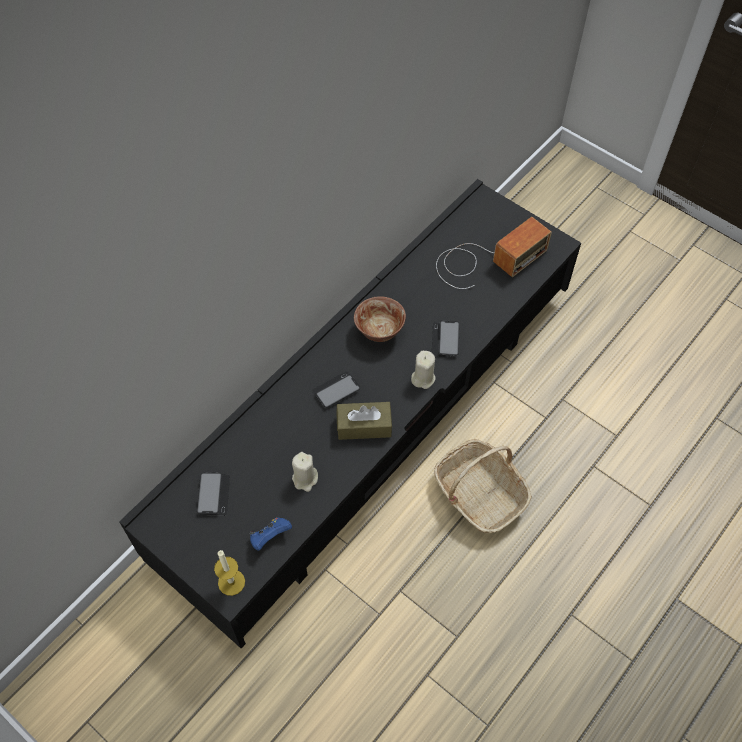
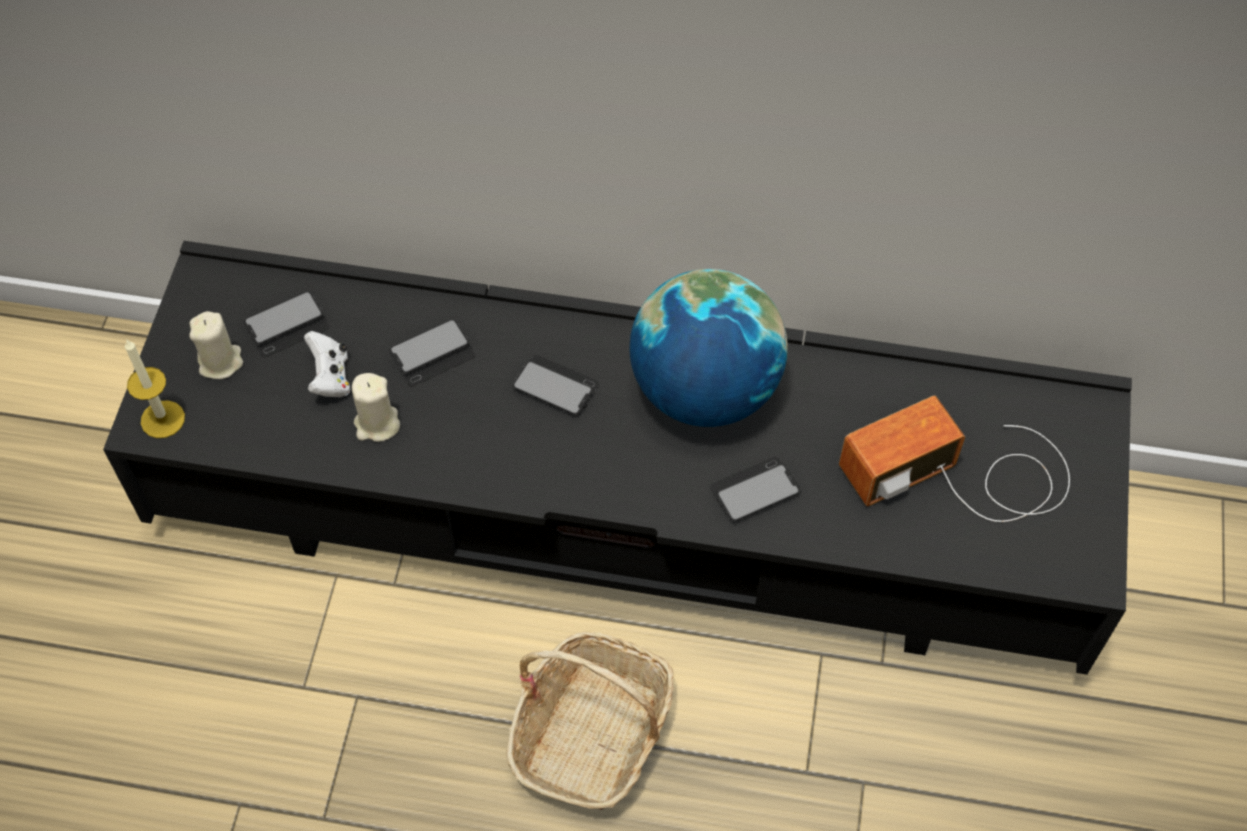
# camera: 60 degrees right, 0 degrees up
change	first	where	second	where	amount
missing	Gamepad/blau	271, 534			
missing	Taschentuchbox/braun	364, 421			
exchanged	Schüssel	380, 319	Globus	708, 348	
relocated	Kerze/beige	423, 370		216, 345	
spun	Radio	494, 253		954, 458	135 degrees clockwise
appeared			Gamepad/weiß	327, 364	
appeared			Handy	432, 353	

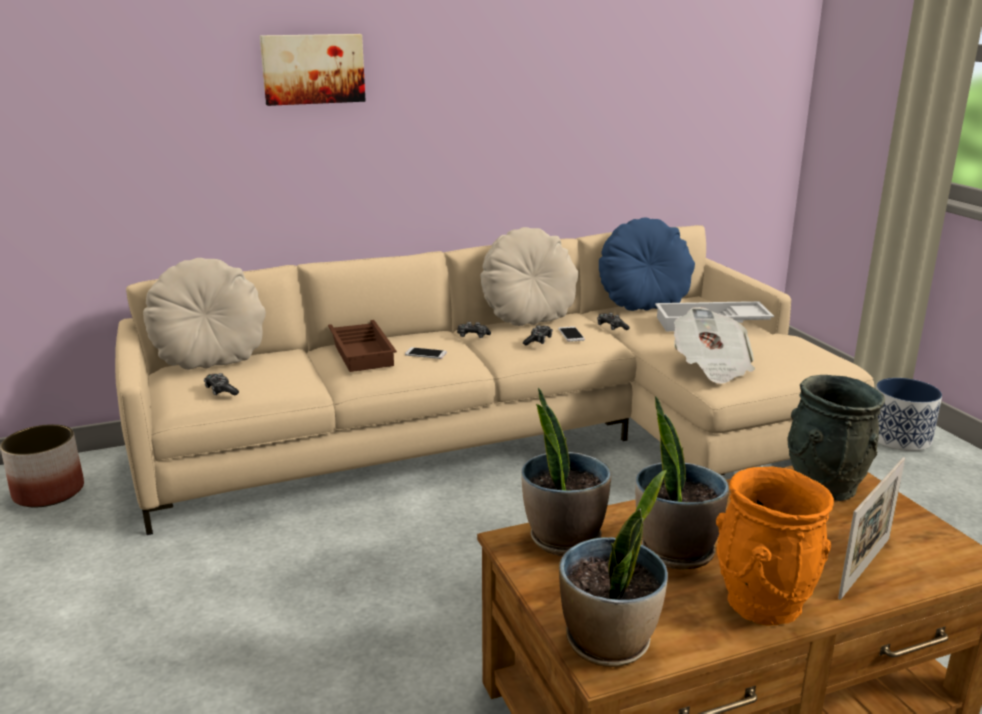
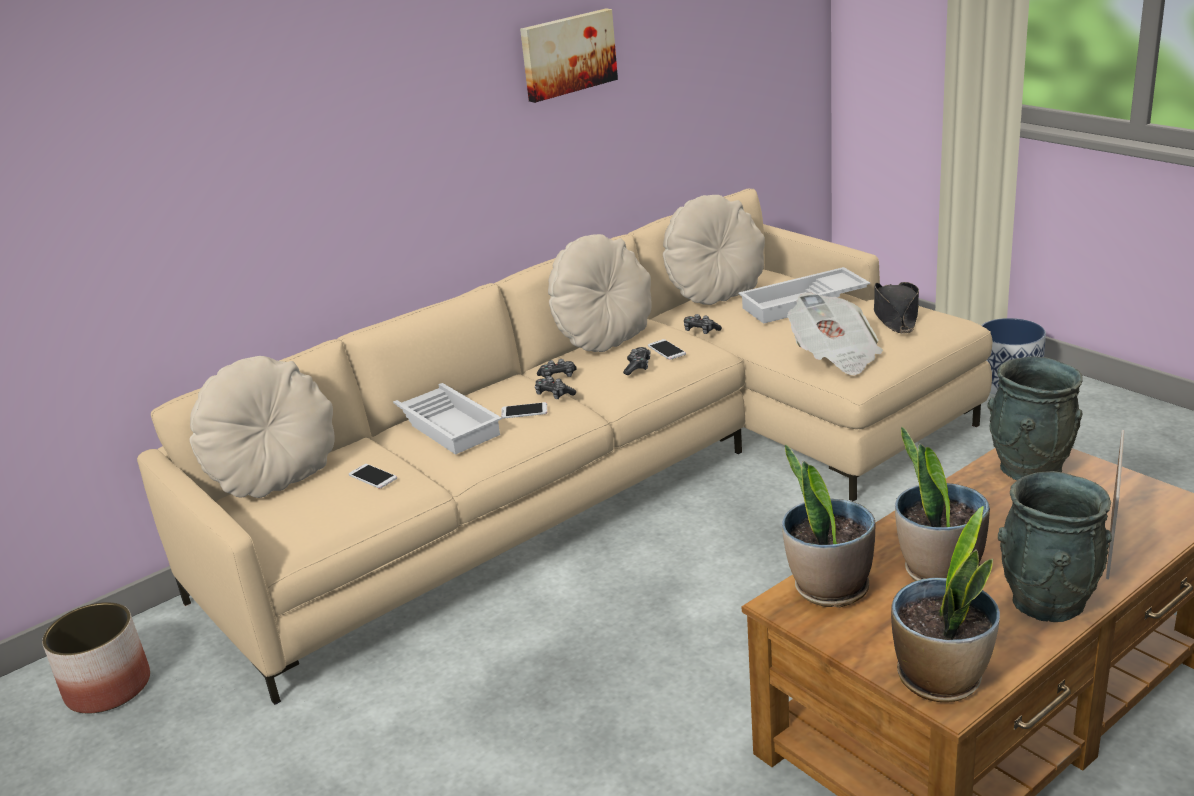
# camera: 15 degrees left, 5 degrees up
change	first	where	second	where	amount
relocated	Gamepad	221, 384		555, 387	
relocated	Bild	313, 70		569, 56	
colour	Tablett/braun	362, 346	Tablett/weiß	447, 419	
colour	Kissen/blau	647, 264	Kissen/beige	714, 250	
colour	Vase/orange	775, 546	Vase/grau	1055, 546	
appeared			Handy	373, 476	
appeared			Hut/schwarz	896, 307	

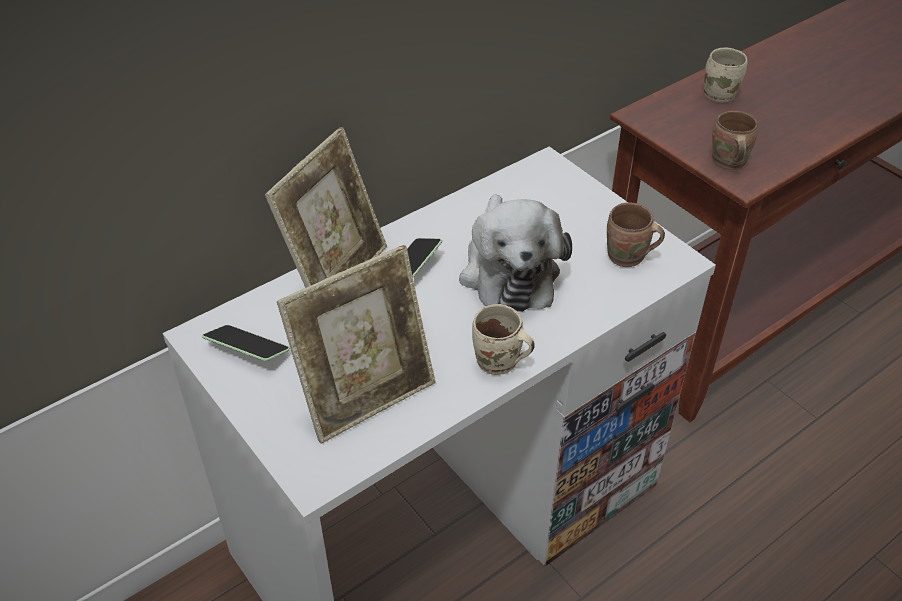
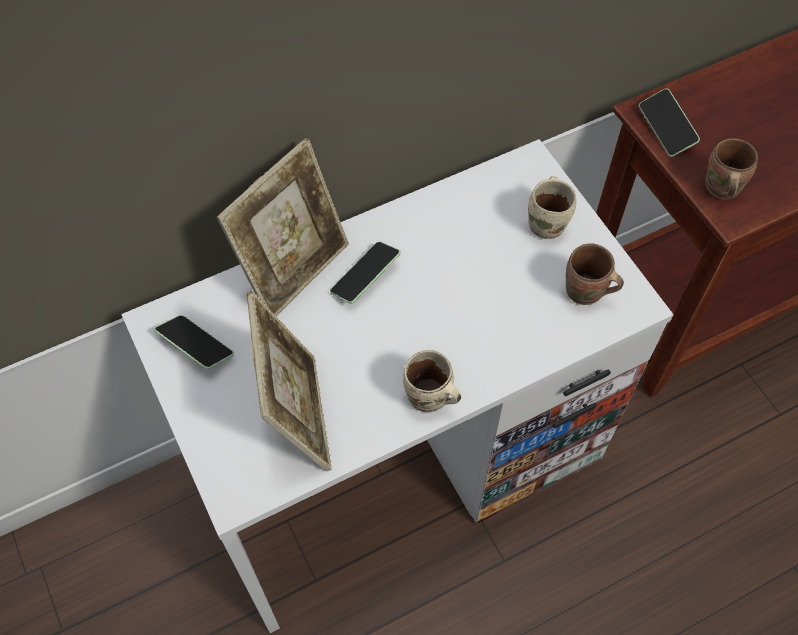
# camera: 10 degrees right, 15 degrees up
change	first	where	second	where	amount
spun	Bilderrahmen	356, 344		289, 381	75 degrees counterclockwise
missing	Plüschtier	515, 253			
relocated	Henkelbecher/beige	726, 75		552, 207	
appeared			Handy	669, 122	

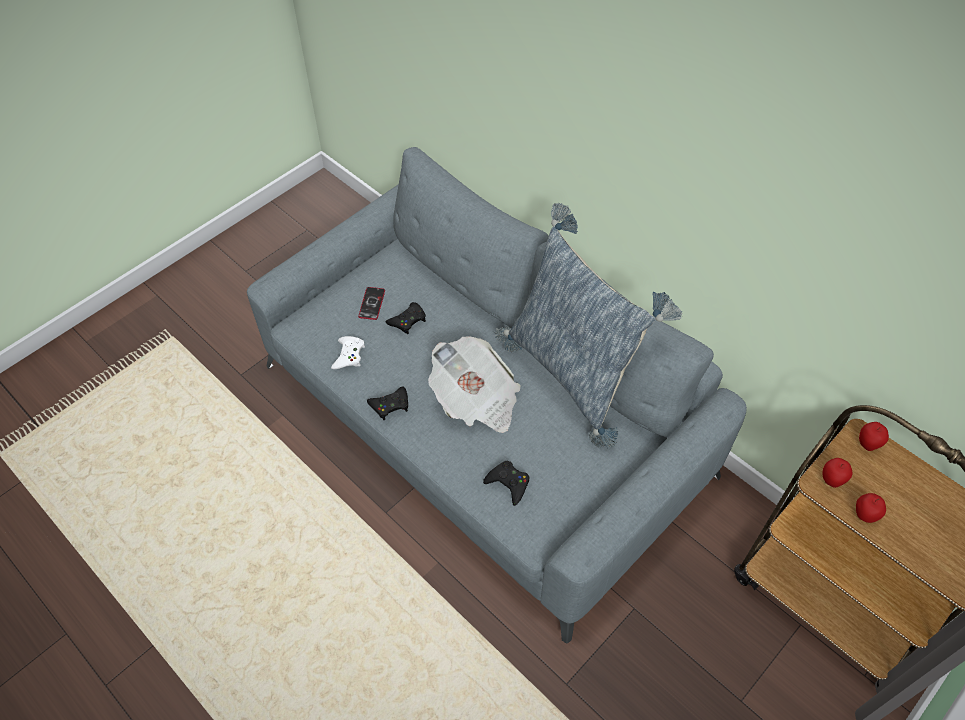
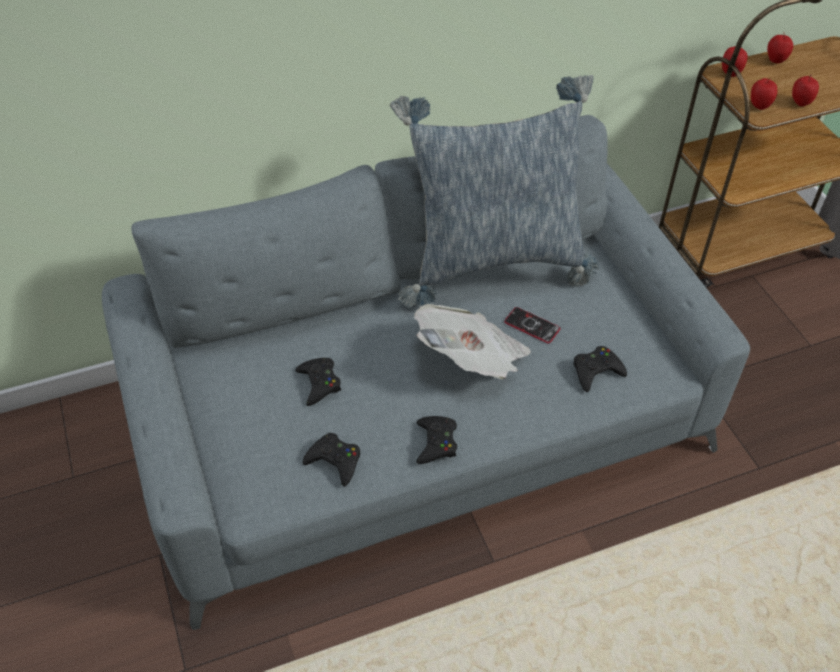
# camera: 65 degrees left, 5 degrees down
change	first	where	second	where	amount
colour	Gamepad/weiß	348, 352	Gamepad/schwarz	331, 460	
relocated	Handy	371, 303		532, 325	
appeared			Apfel	780, 47	

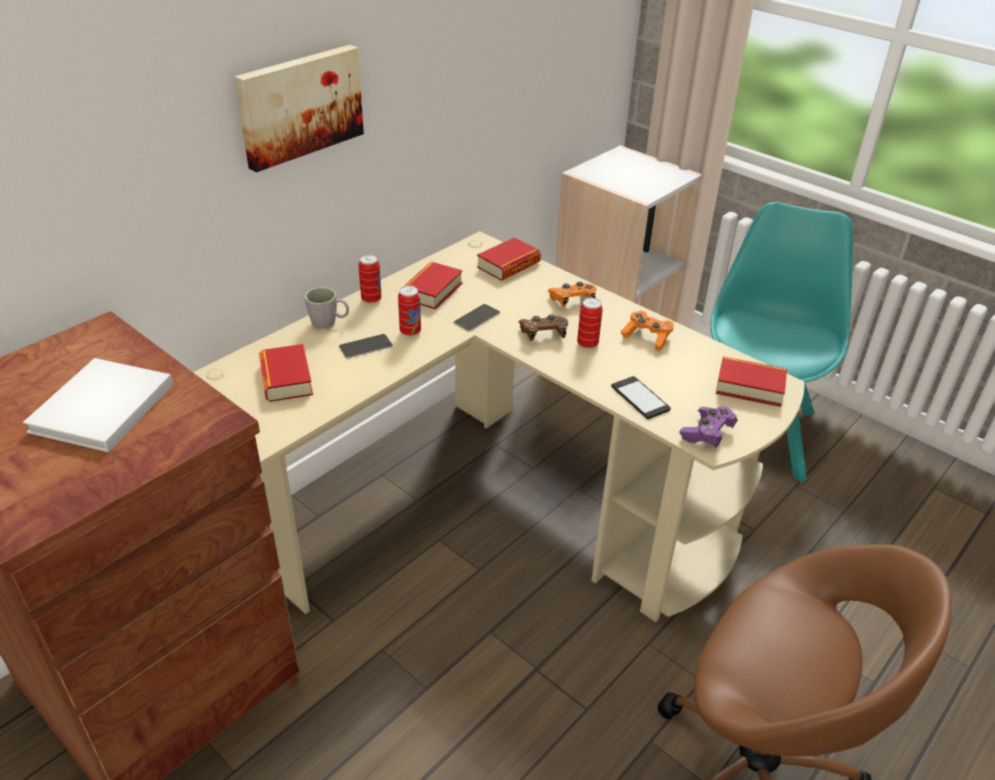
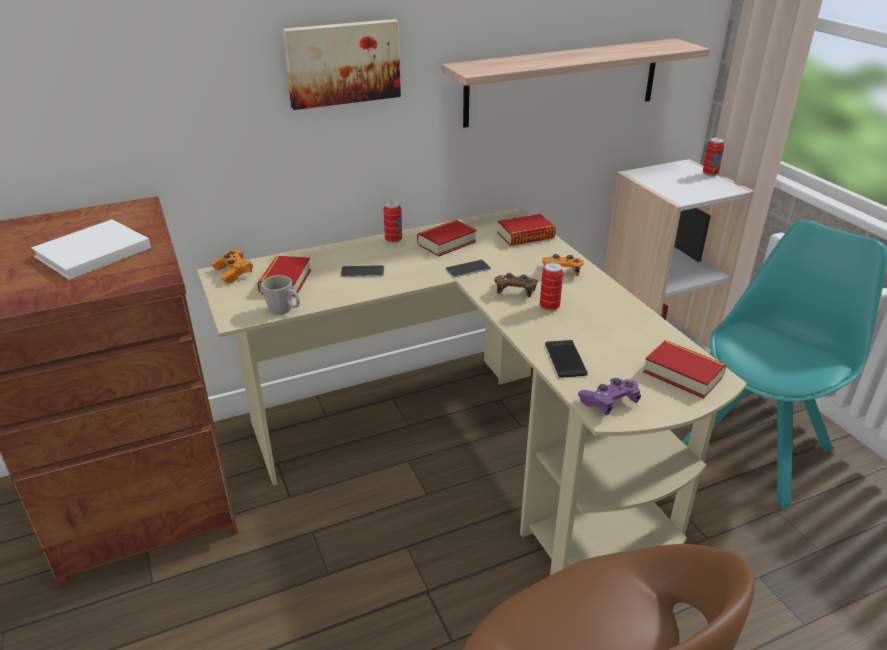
# camera: 25 degrees right, 5 degrees down
change	first	where	second	where	amount
relocated	Henkelbecher/grau	326, 308		280, 295	
relocated	Dose	409, 311		714, 157	
relocated	Gamepad/orange	647, 331		232, 267	
appeared			Wandregal	575, 83	

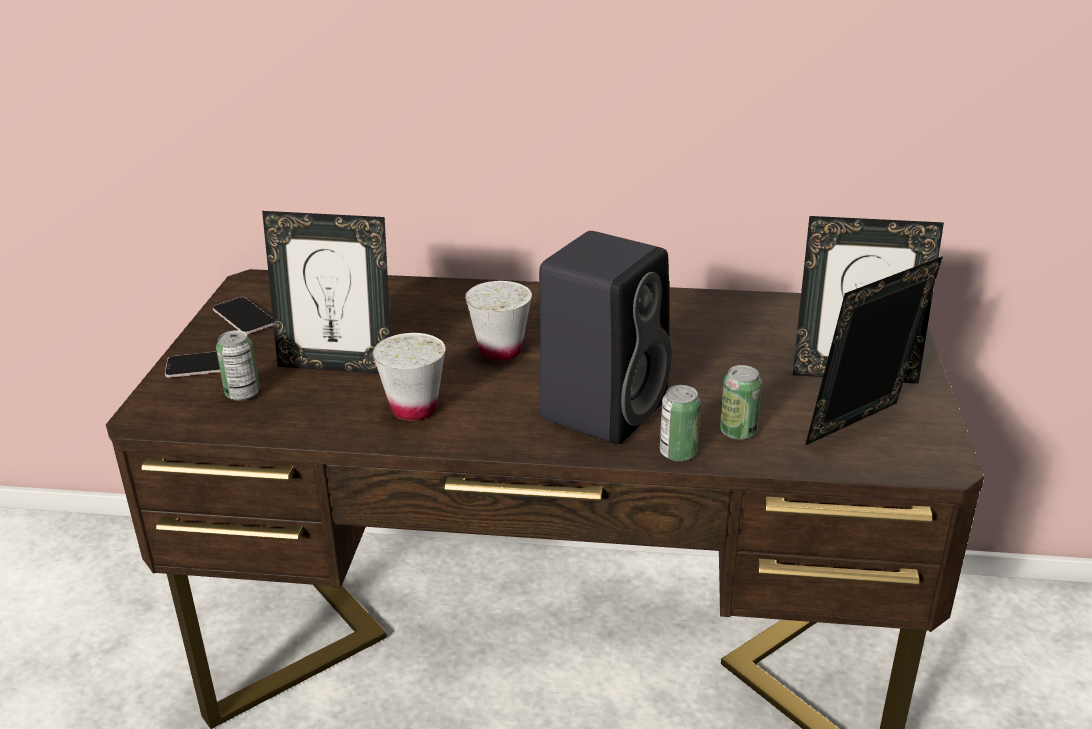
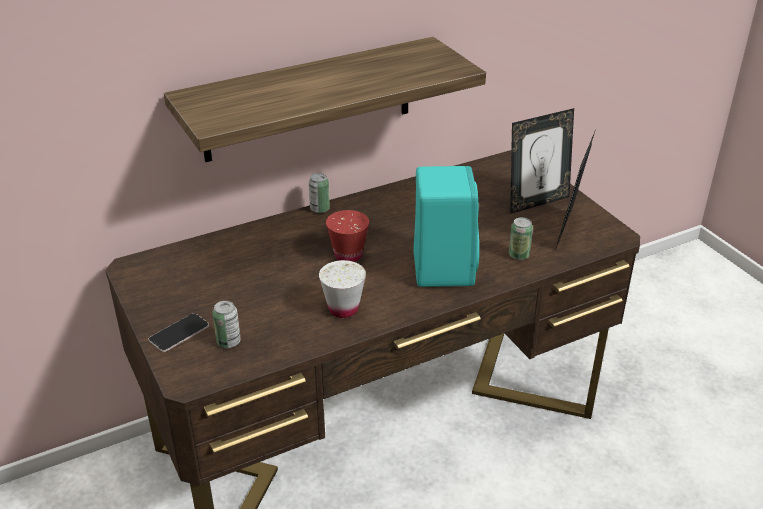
# camera: 35 degrees left, 5 degrees up
change	first	where	second	where	amount
missing	Handy	243, 315			
missing	Bilderrahmen	326, 292			
colour	Tasse/weiß	498, 321	Tasse/rot	347, 236	
colour	Lautsprecher/schwarz	605, 337	Lautsprecher/türkis	446, 226	
relocated	Dose	680, 423		319, 193	
appeared			Wandregal	325, 99	

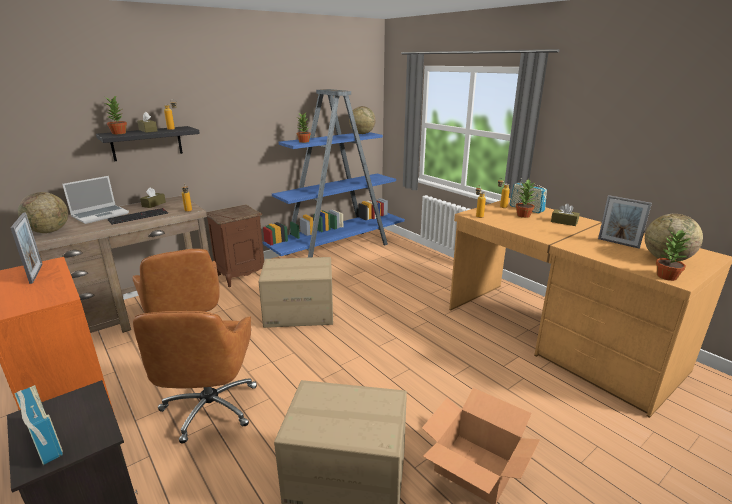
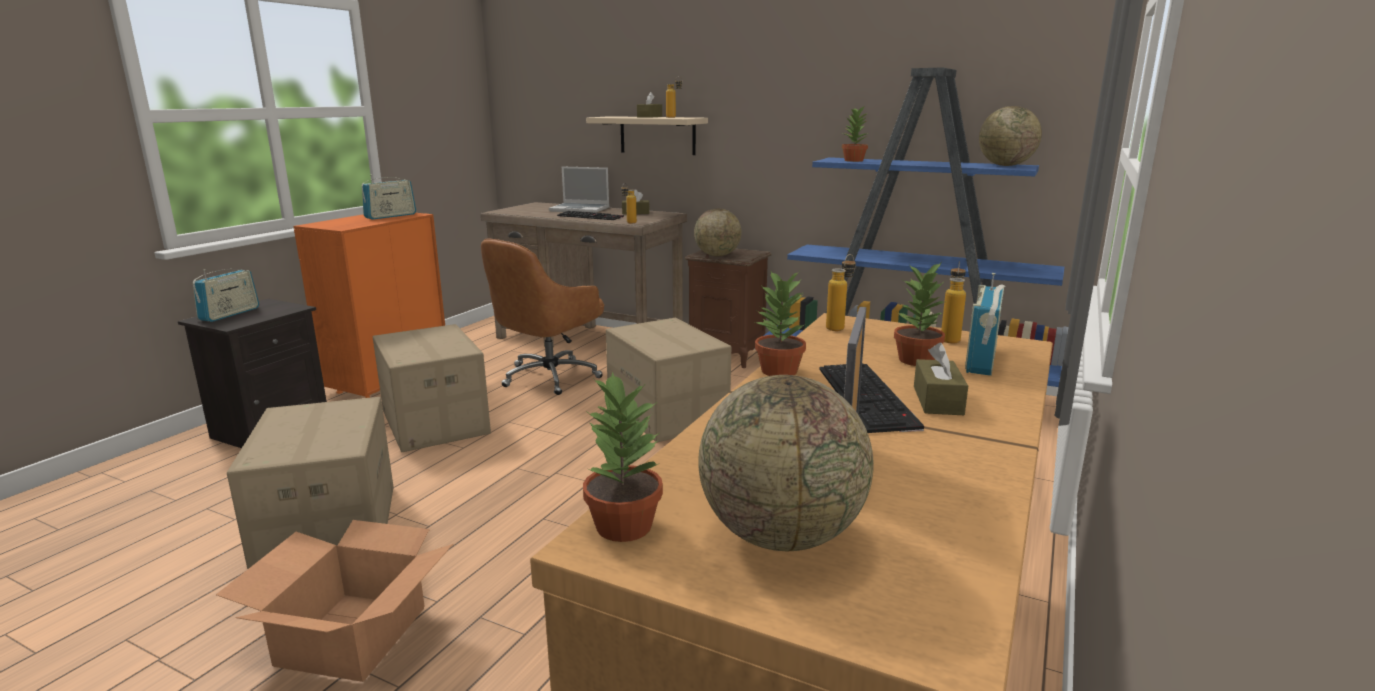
# camera: 65 degrees right, 5 degrees down
change	first	where	second	where	amount
exchanged	Bilderrahmen	26, 248	Radio	389, 197	
relocated	Globus	43, 212		718, 232	
colour	Wandregal/schwarz	148, 143	Wandregal/beige	647, 135	
relocated	Topfpflanze	116, 114		780, 323	
exchanged	Bürostuhl/braun	195, 377	Karton	432, 388	
appeared			Tastatur	871, 398	

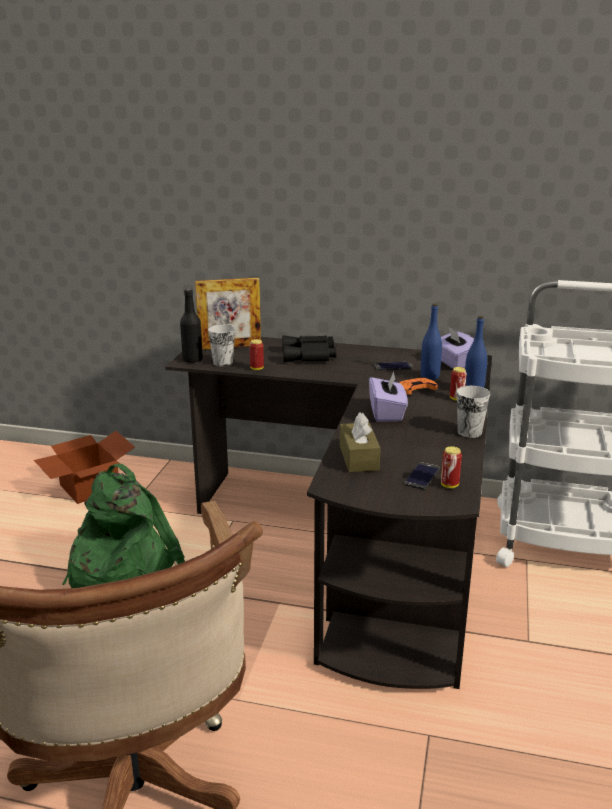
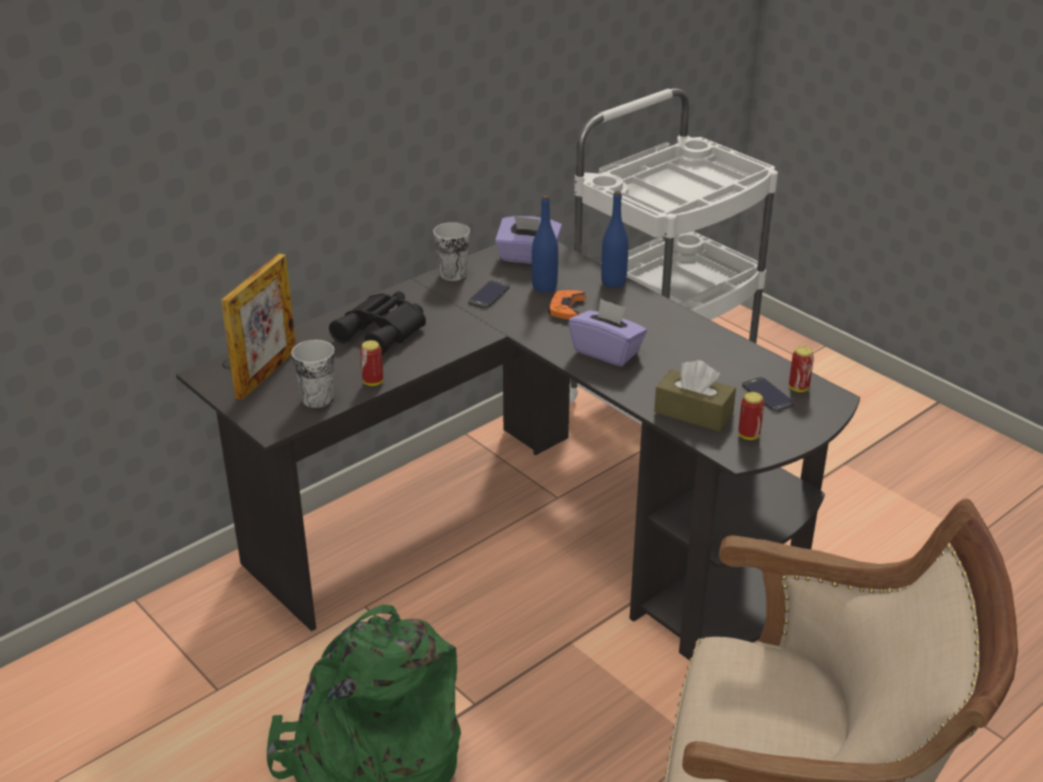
# camera: 55 degrees left, 10 degrees up
change	first	where	second	where	amount
missing	Karton	84, 467			
missing	Flasche/schwarz	191, 326			
relocated	Dose	458, 384		751, 416	
relocated	Tasse	474, 412		451, 251	

